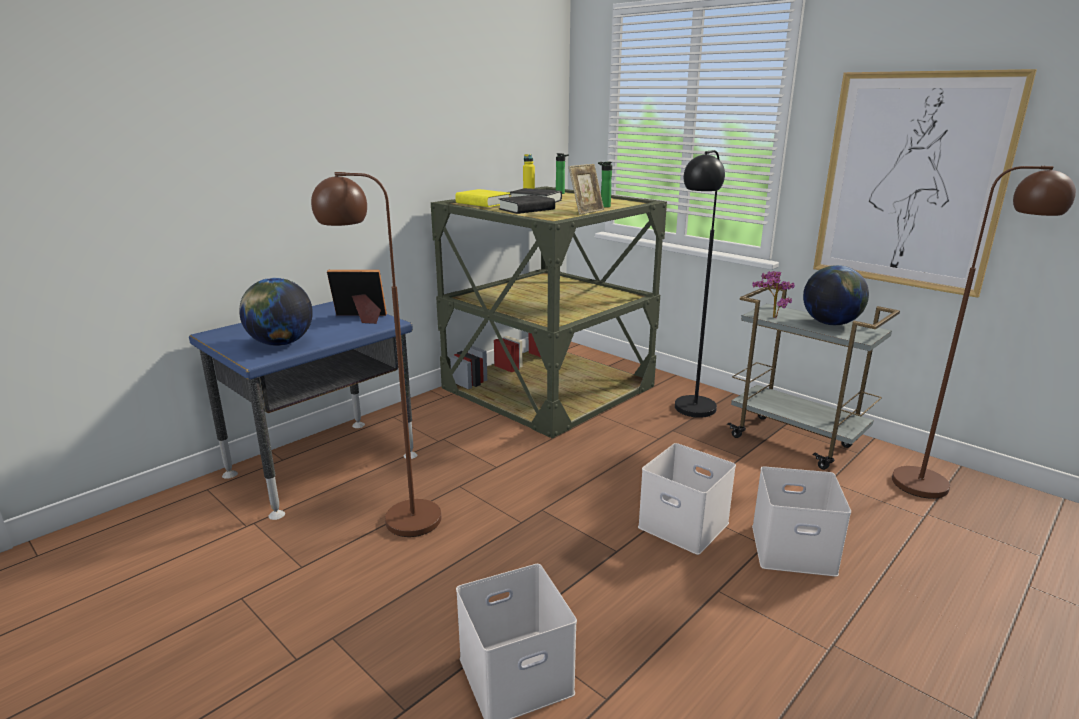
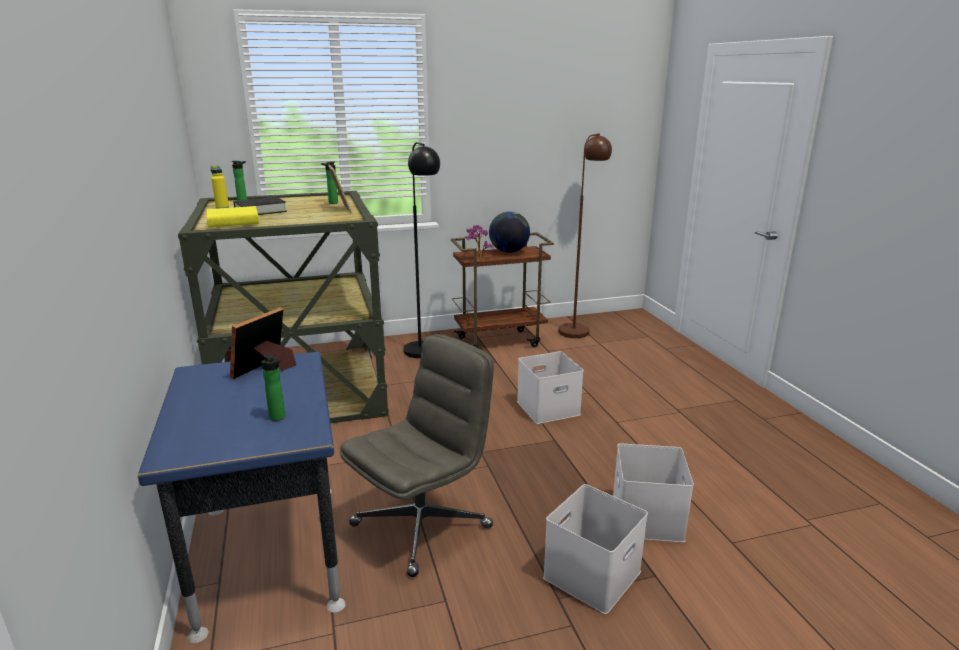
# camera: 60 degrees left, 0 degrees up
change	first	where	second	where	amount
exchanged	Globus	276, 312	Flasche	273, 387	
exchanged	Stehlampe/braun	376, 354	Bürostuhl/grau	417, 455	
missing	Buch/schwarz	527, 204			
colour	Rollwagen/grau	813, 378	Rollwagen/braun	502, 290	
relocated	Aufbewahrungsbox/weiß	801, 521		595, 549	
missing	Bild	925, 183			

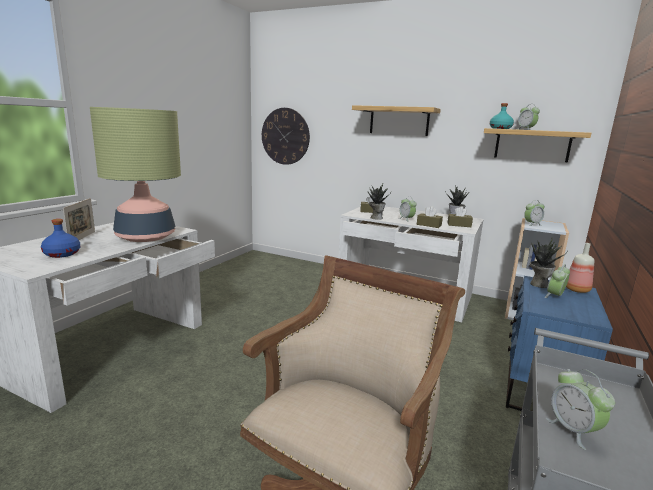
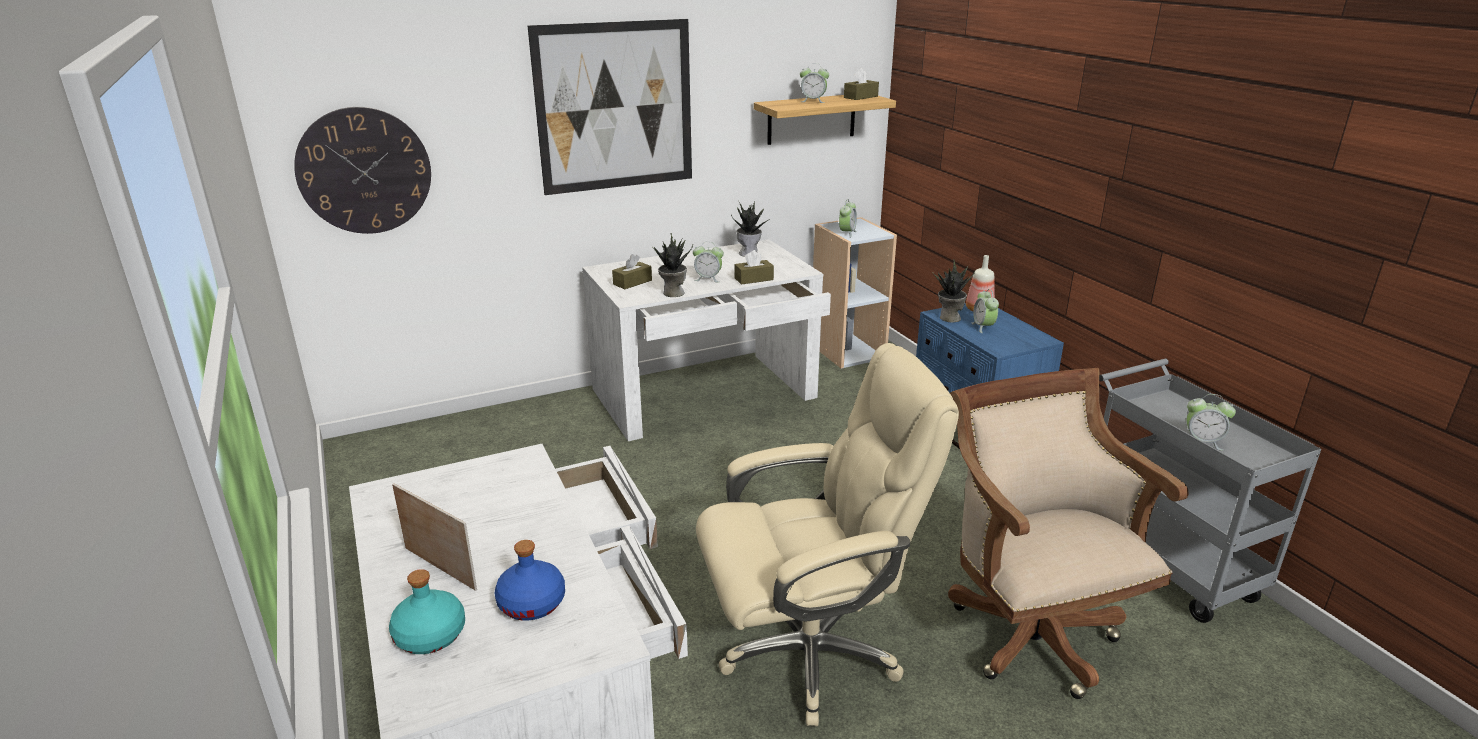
# camera: 50 degrees left, 10 degrees up
change	first	where	second	where	amount
missing	Tischlampe	135, 174			
exchanged	Wandregal	396, 120	Bild	610, 107	
relocated	Taschentuchbox/braun	460, 216		861, 84	
relocated	Flasche/türkis	502, 116		427, 611	
appeared			Bürostuhl/beige	827, 534	

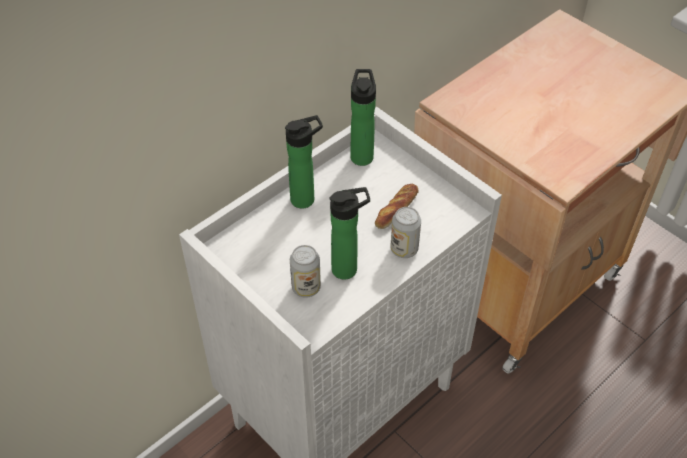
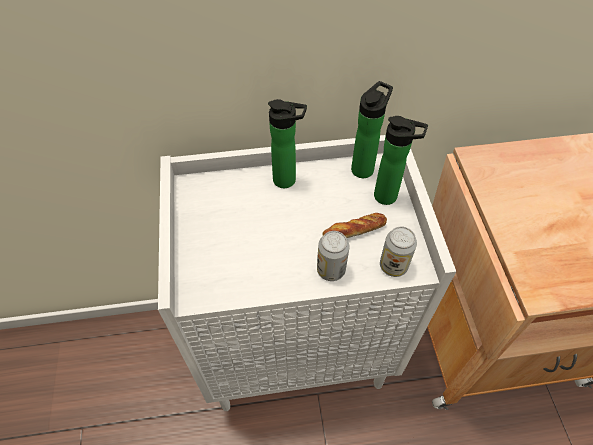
# camera: 35 degrees right, 5 degrees up
change	first	where	second	where	amount
relocated	Dose	305, 271		398, 252	
relocated	Flasche	349, 233		401, 160	

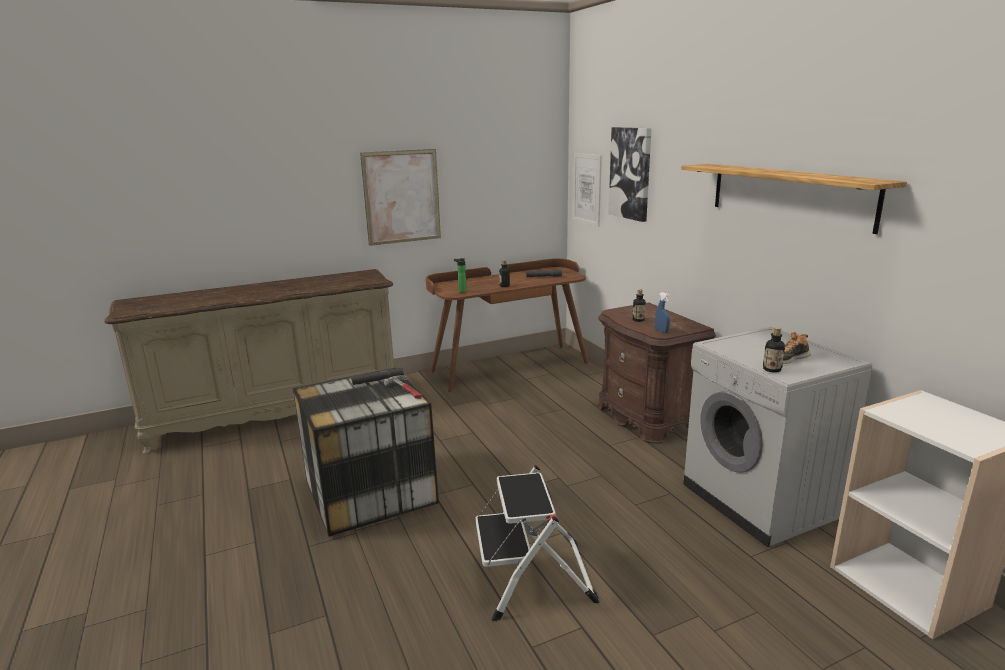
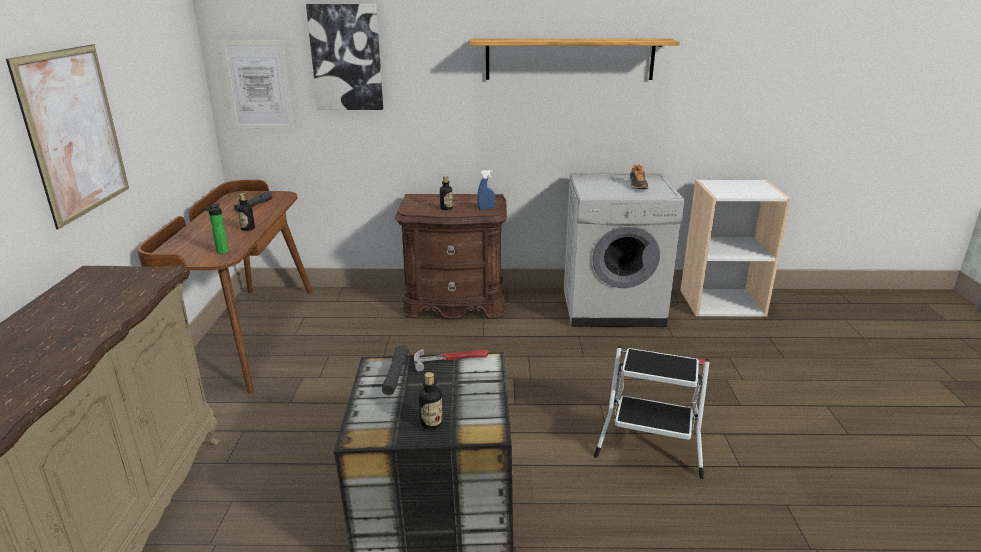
# camera: 65 degrees left, 5 degrees up
change	first	where	second	where	amount
relocated	Flasche	774, 350		431, 401	

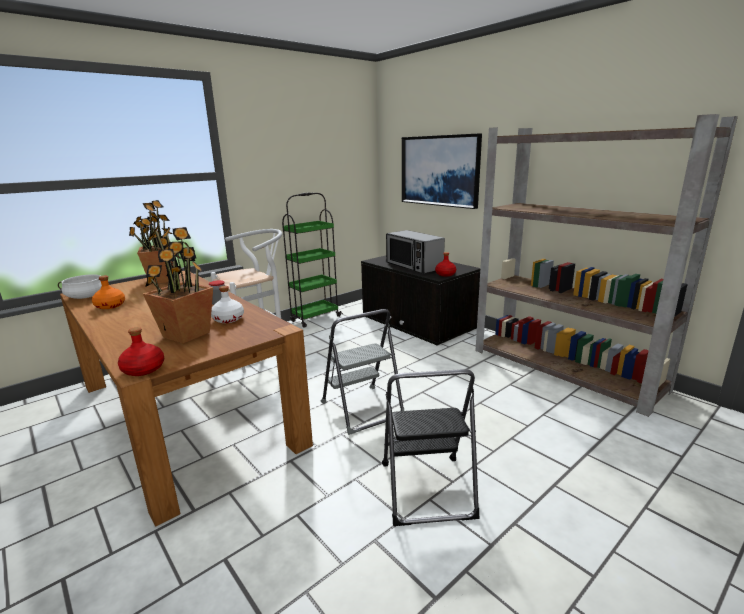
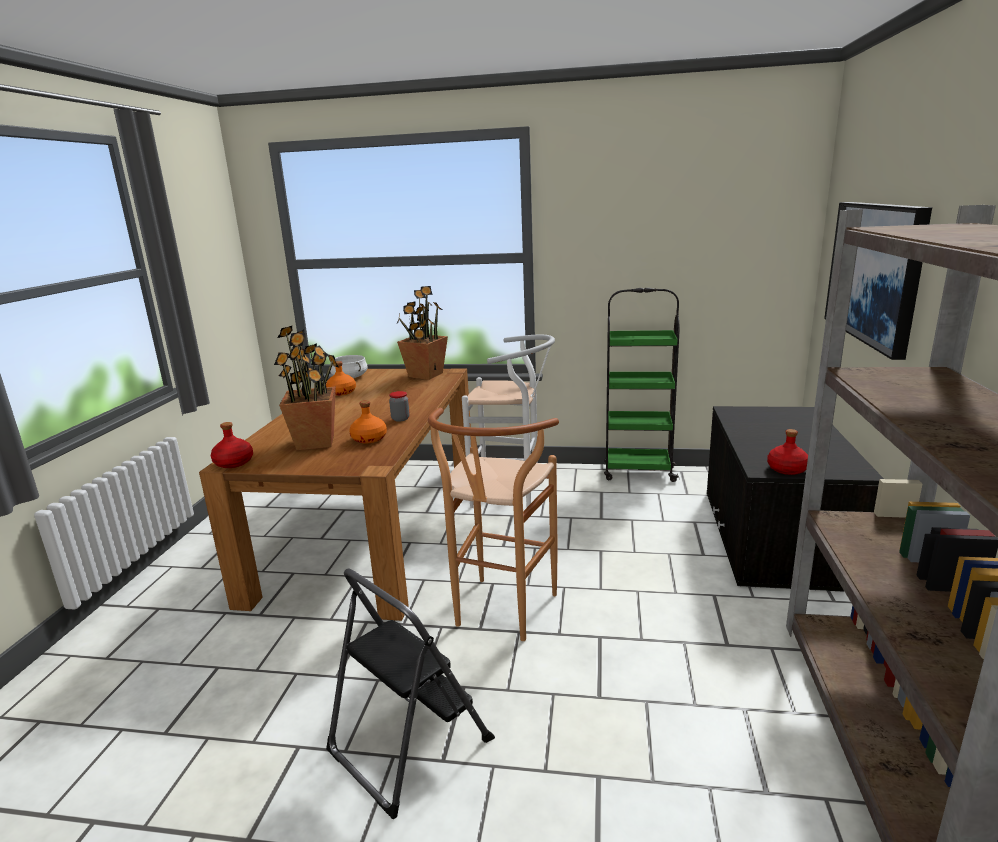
# camera: 50 degrees right, 0 degrees up
change	first	where	second	where	amount
colour	Flasche/weiß	227, 304	Flasche/orange	368, 421	
exchanged	Trittleiter/grau	362, 372	Hocker/braun	493, 524	
missing	Mikrowelle	415, 251			

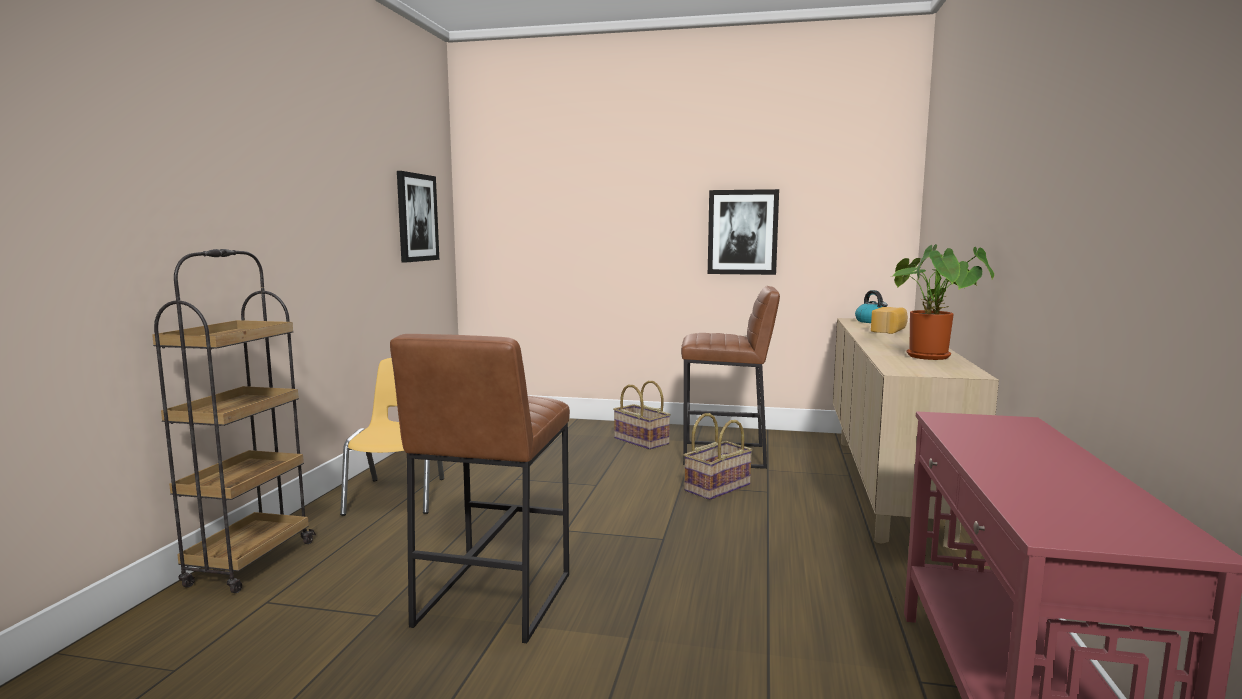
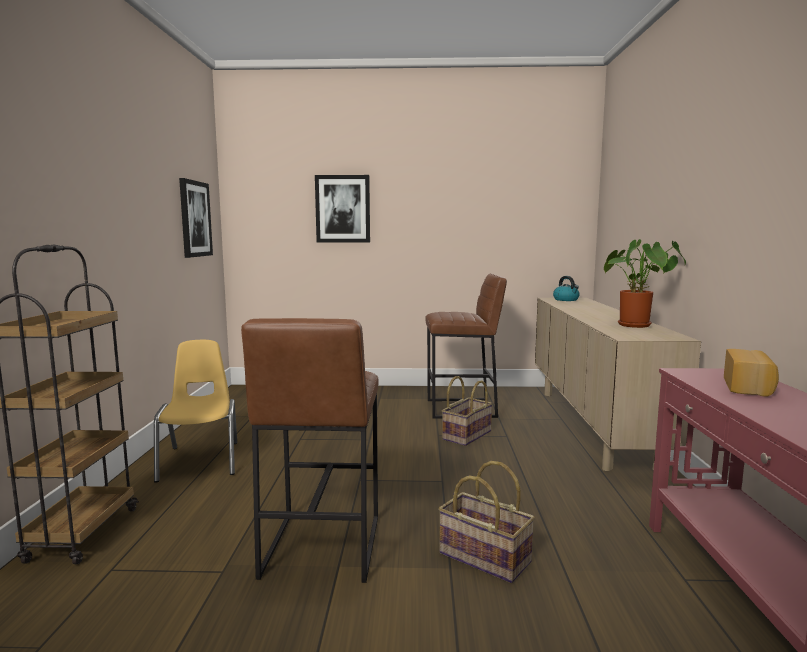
# camera: 10 degrees left, 0 degrees up
change	first	where	second	where	amount
relocated	Korb	642, 415		486, 522	
relocated	Bild	743, 232		342, 208	
relocated	Brot	889, 320		751, 373	

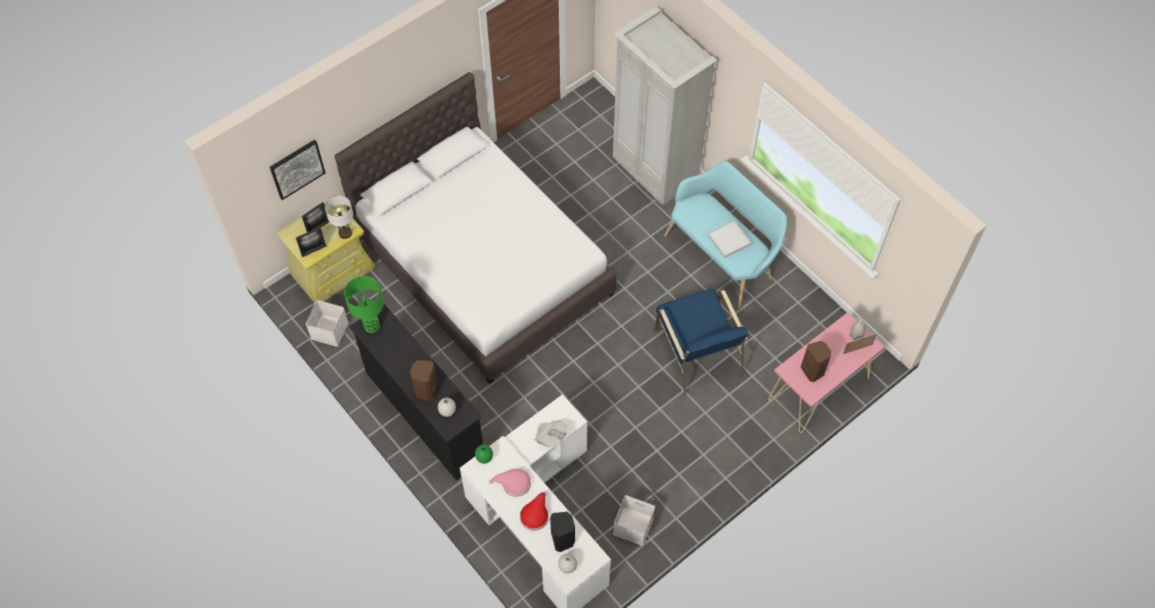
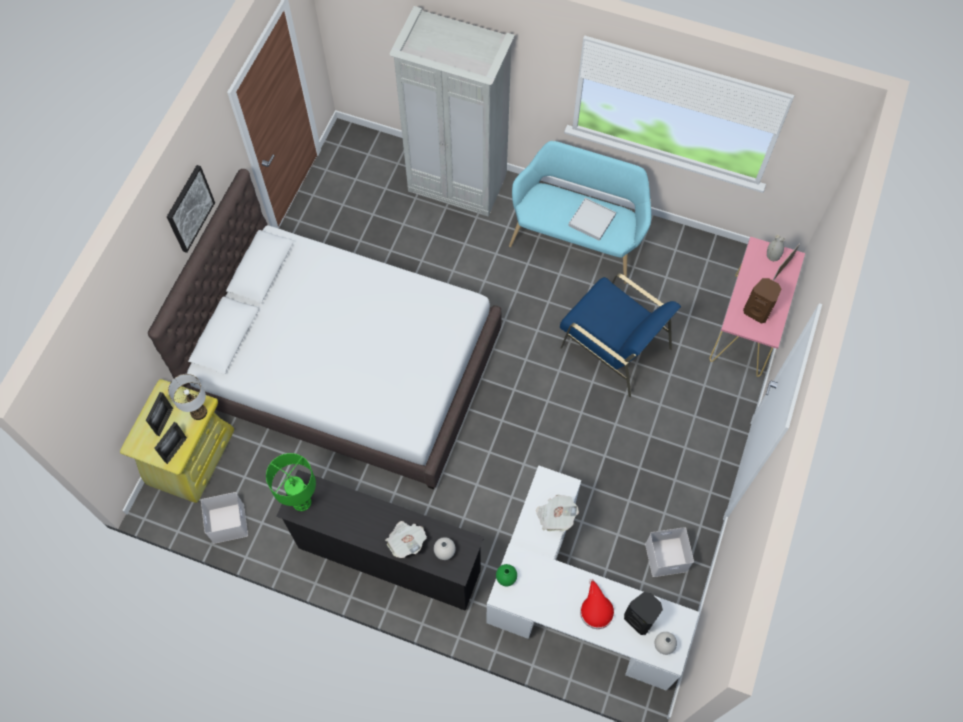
# camera: 30 degrees left, 5 degrees up
change	first	where	second	where	amount
relocated	Bild	297, 170		191, 209	
exchanged	Lautsprecher/braun	424, 381	Zeitung	406, 539	
missing	Hut/rosa	510, 482			

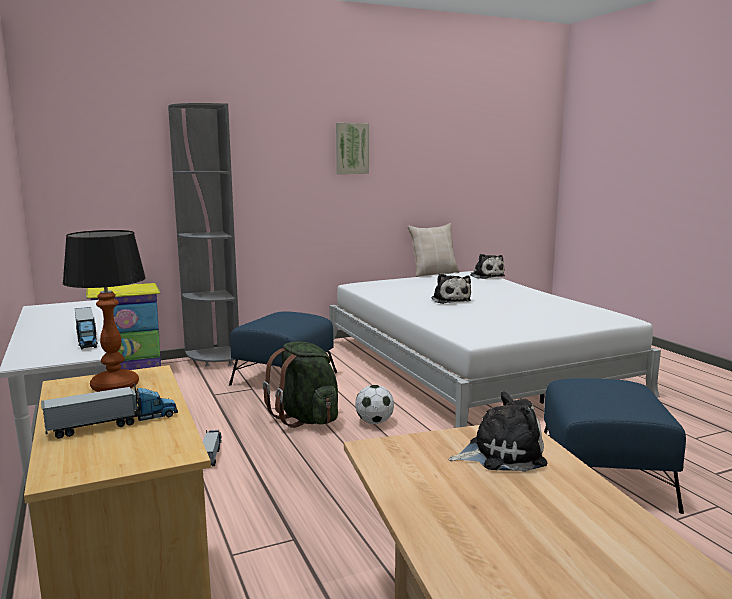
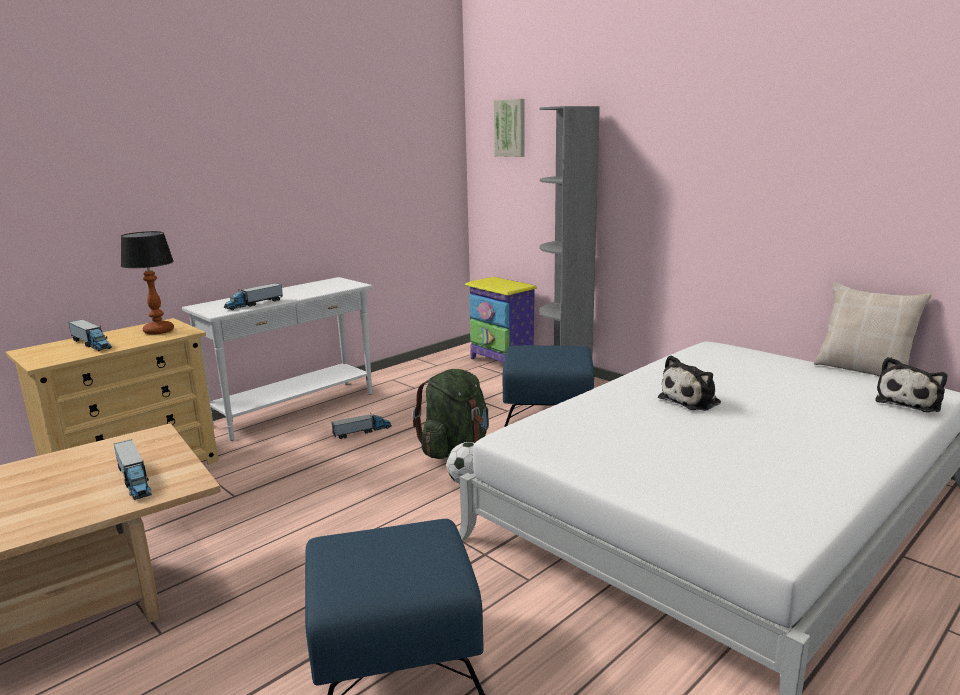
# camera: 70 degrees right, 5 degrees up
change	first	where	second	where	amount
relocated	Bild	352, 148		509, 128	
exchanged	Plüschtier	497, 431	Spielzeuglaster	133, 469	

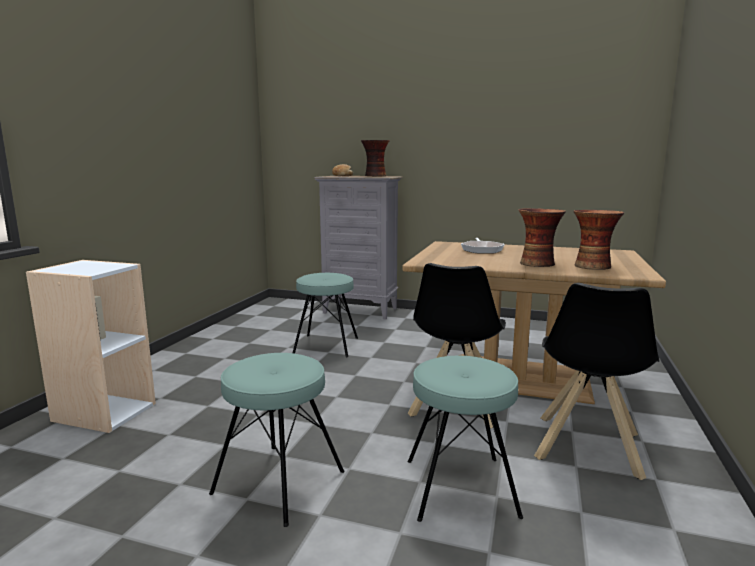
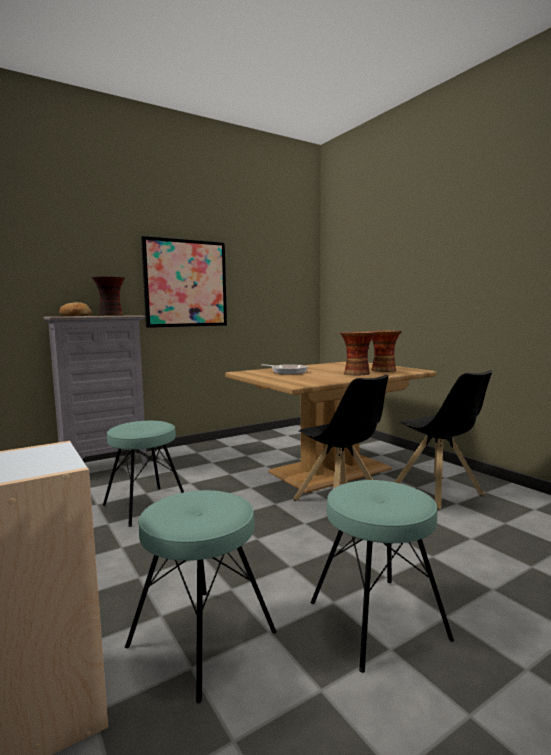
# camera: 50 degrees left, 5 degrees down
change	first	where	second	where	amount
relocated	Hocker/türkis	465, 439		201, 596	
appeared			Bild	184, 282	

